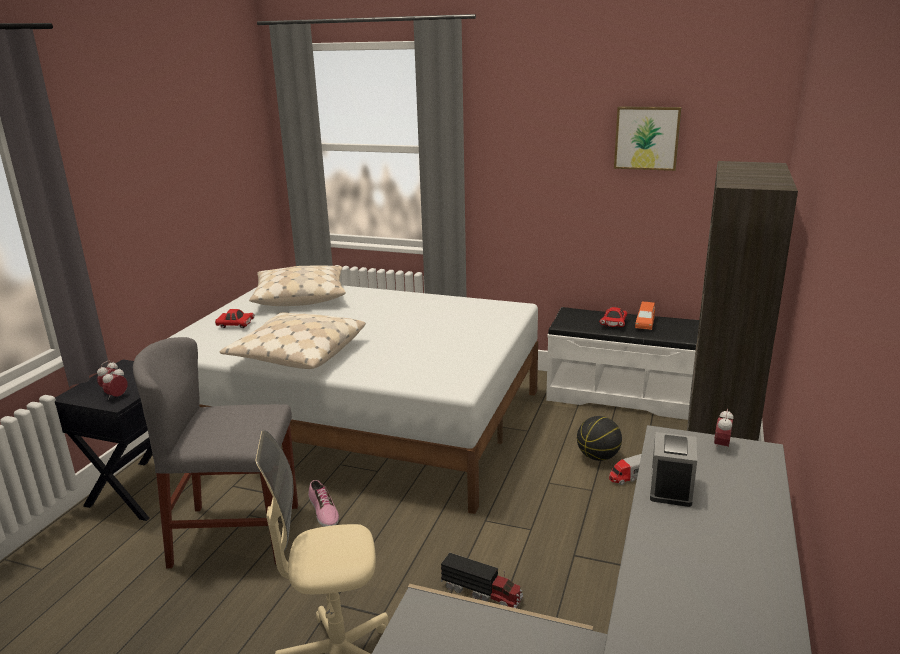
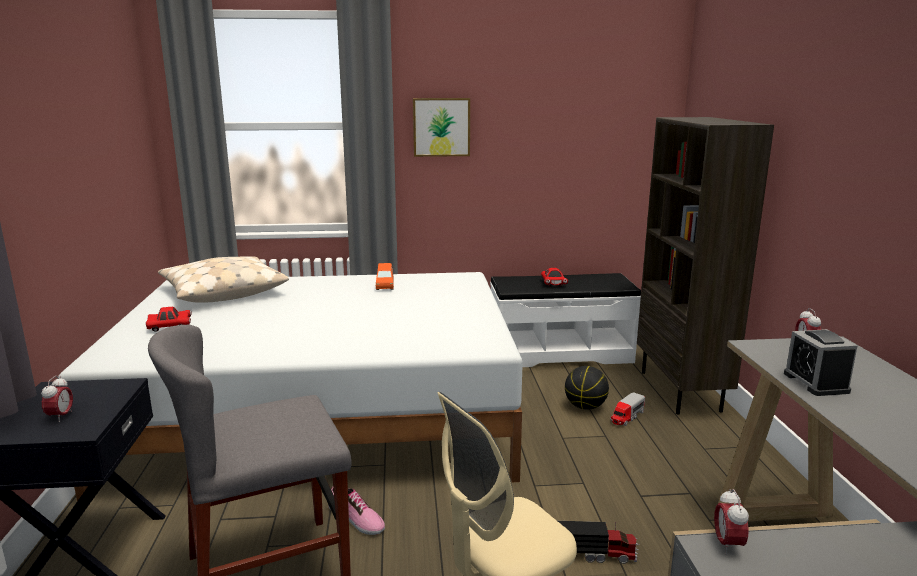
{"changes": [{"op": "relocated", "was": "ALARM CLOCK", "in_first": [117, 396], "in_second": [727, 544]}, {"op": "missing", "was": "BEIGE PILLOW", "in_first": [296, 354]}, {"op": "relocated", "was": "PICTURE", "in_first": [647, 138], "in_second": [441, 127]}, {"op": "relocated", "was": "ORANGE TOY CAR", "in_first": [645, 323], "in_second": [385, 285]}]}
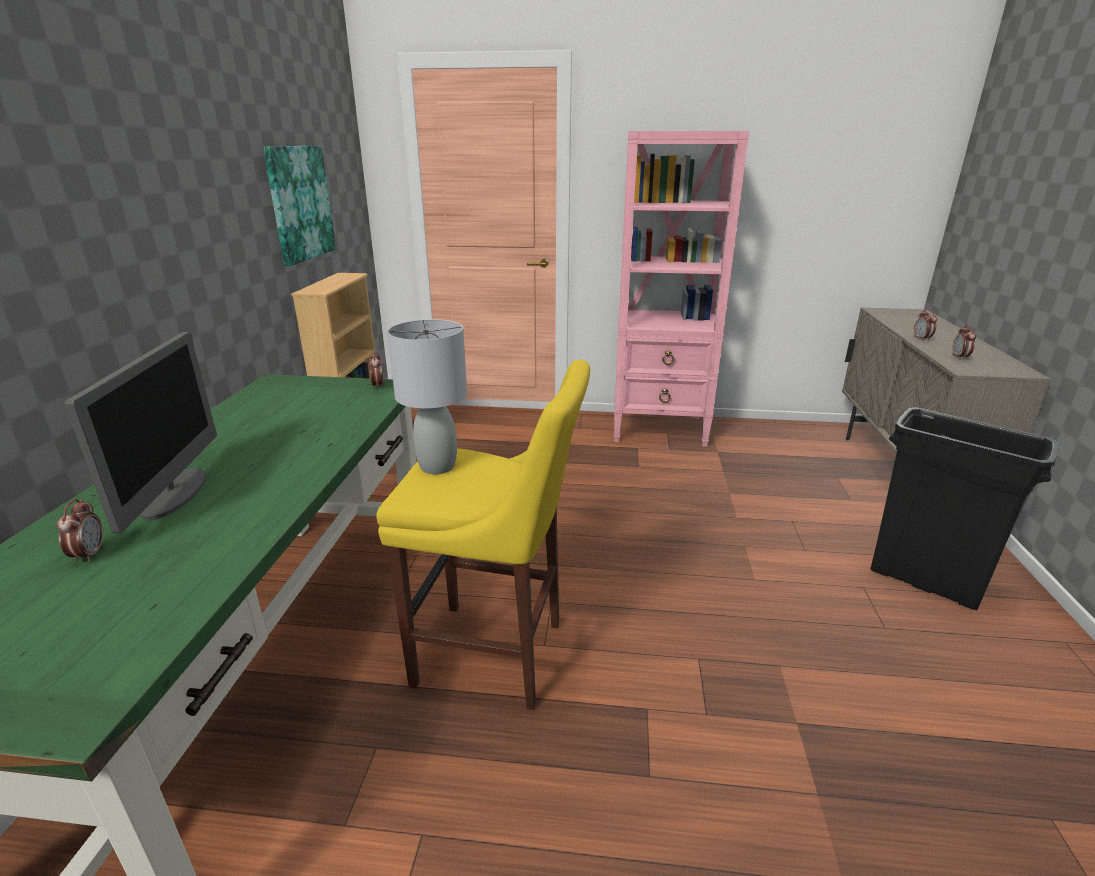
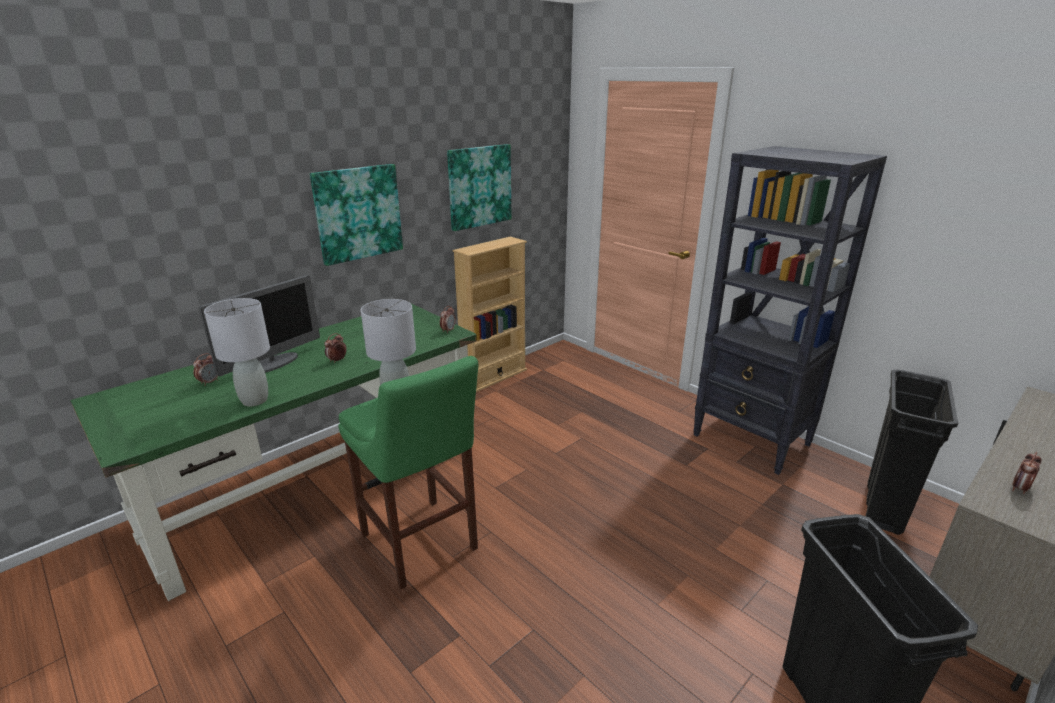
{"changes": [{"op": "colour", "was": "YELLOW STOOL", "now": "GREEN STOOL", "in_first": [497, 655], "in_second": [421, 545]}, {"op": "colour", "was": "PINK BOOKCASE", "now": "BLACK BOOKCASE", "in_first": [659, 429], "in_second": [752, 440]}, {"op": "relocated", "was": "ALARM CLOCK", "in_first": [921, 339], "in_second": [337, 360]}, {"op": "appeared", "now": "GREY TABLE LAMP", "in_second": [254, 400]}, {"op": "appeared", "now": "PICTURE", "in_second": [358, 213]}, {"op": "appeared", "now": "BLACK TRASH CAN", "in_second": [883, 508]}]}
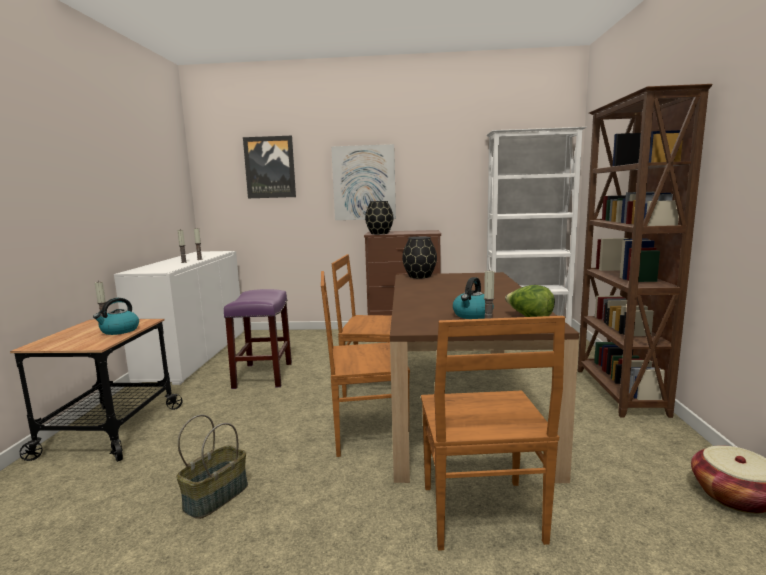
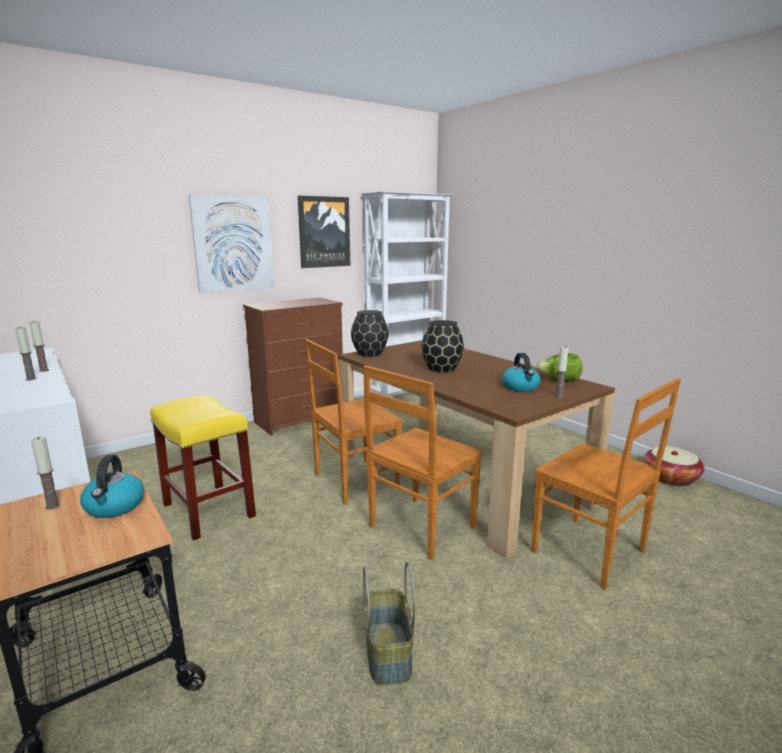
{"changes": [{"op": "colour", "was": "PURPLE STOOL", "now": "YELLOW STOOL", "in_first": [263, 375], "in_second": [209, 511]}, {"op": "relocated", "was": "PICTURE", "in_first": [270, 167], "in_second": [324, 232]}, {"op": "relocated", "was": "BLACK VASE", "in_first": [379, 233], "in_second": [442, 369]}, {"op": "missing", "was": "BROWN BOOKCASE", "in_first": [618, 392]}]}
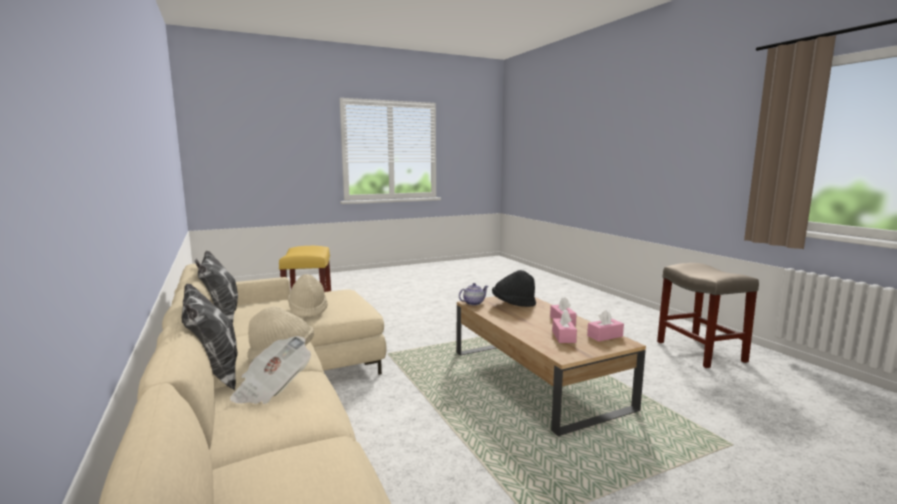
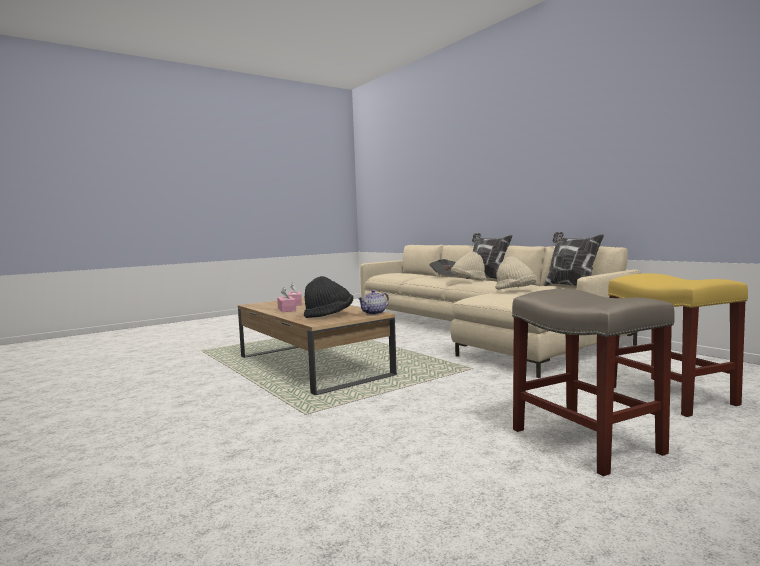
{"changes": [{"op": "missing", "was": "PINK TISSUE BOX", "in_first": [605, 336]}, {"op": "relocated", "was": "BEIGE STOOL", "in_first": [699, 351], "in_second": [587, 441]}]}
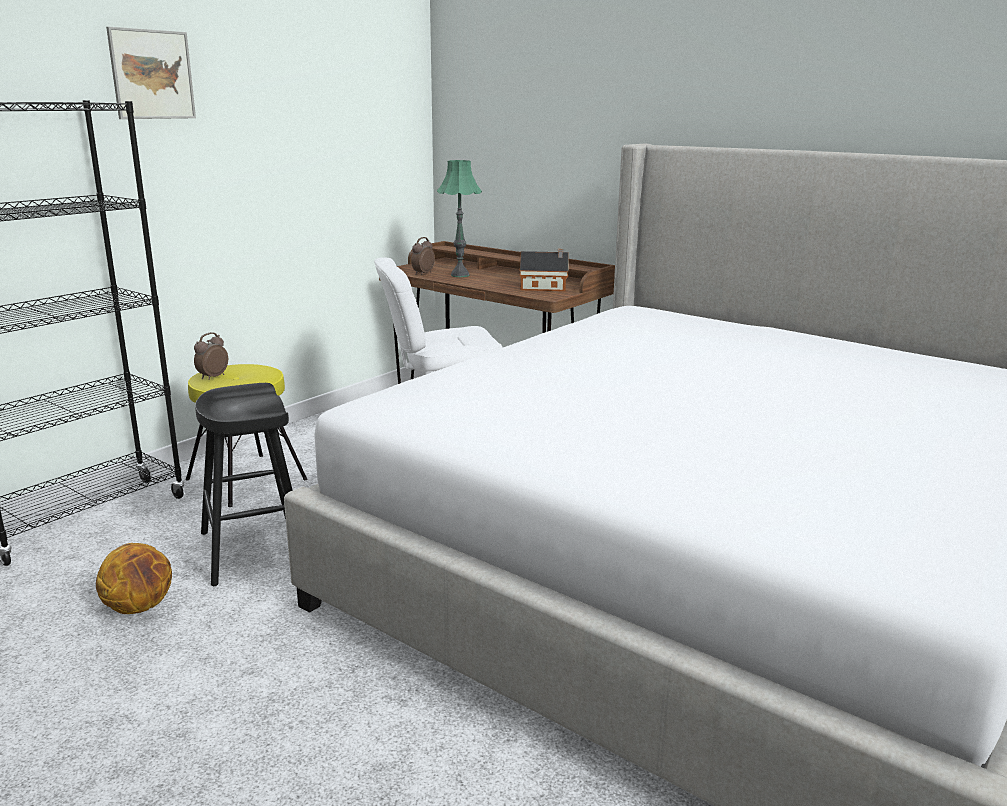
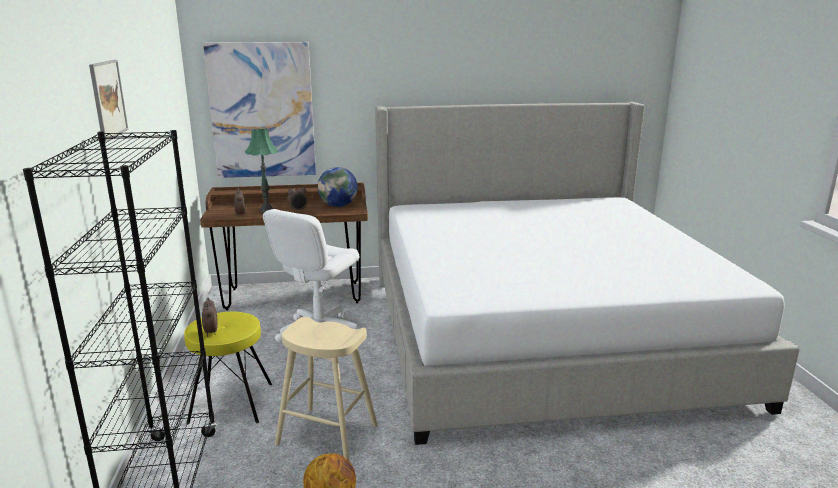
{"changes": [{"op": "colour", "was": "BLACK STOOL", "now": "BEIGE STOOL", "in_first": [254, 550], "in_second": [327, 435]}, {"op": "exchanged", "was": "TOY HOUSE", "now": "GLOBE", "in_first": [545, 287], "in_second": [338, 206]}, {"op": "appeared", "now": "PICTURE", "in_second": [262, 111]}, {"op": "appeared", "now": "ALARM CLOCK", "in_second": [298, 210]}]}
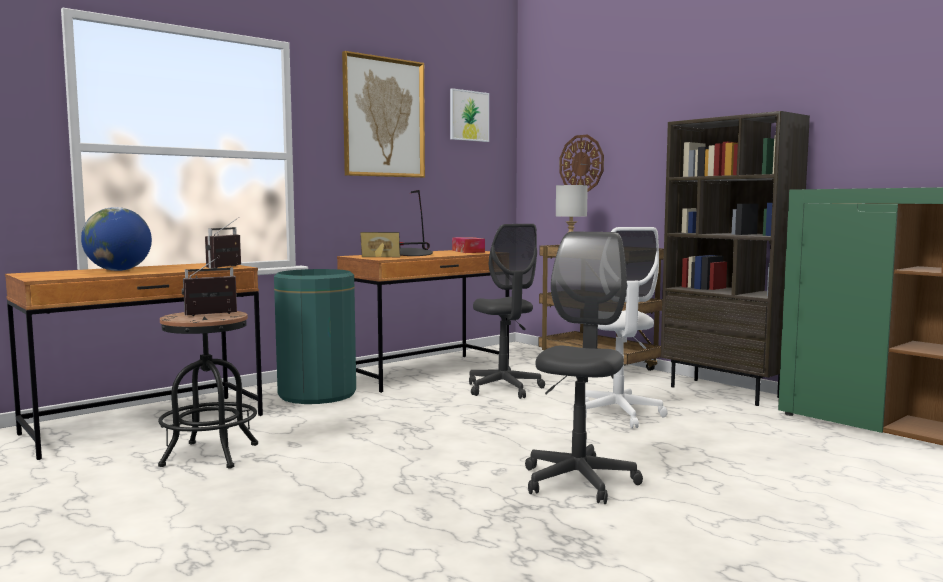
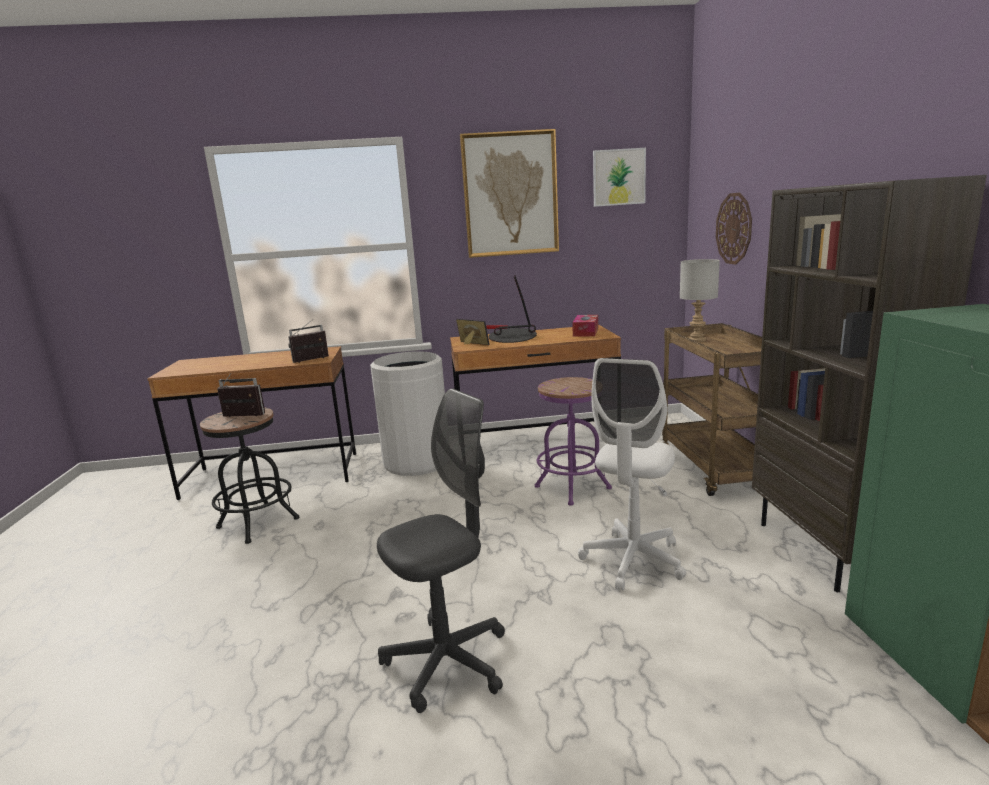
{"changes": [{"op": "missing", "was": "GLOBE", "in_first": [119, 270]}, {"op": "colour", "was": "GREEN TRASH CAN", "now": "WHITE TRASH CAN", "in_first": [317, 394], "in_second": [417, 462]}, {"op": "exchanged", "was": "GREY OFFICE CHAIR", "now": "PURPLE STOOL", "in_first": [504, 389], "in_second": [572, 487]}]}
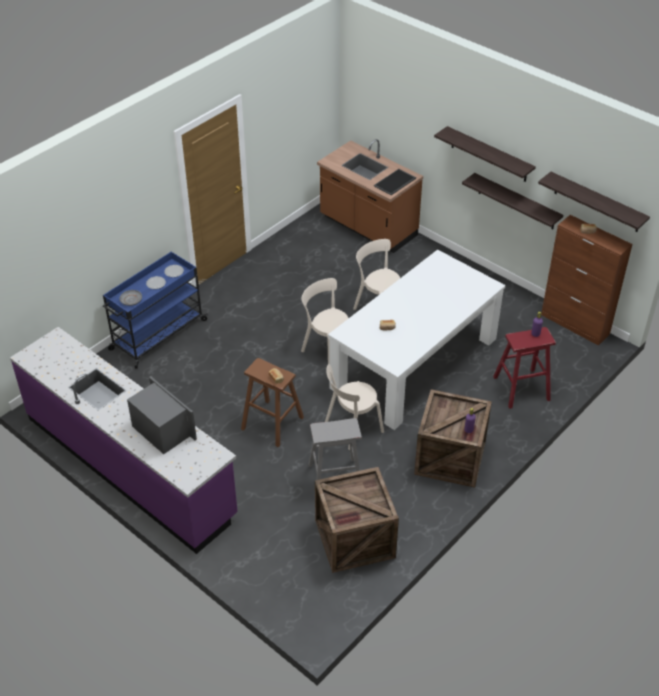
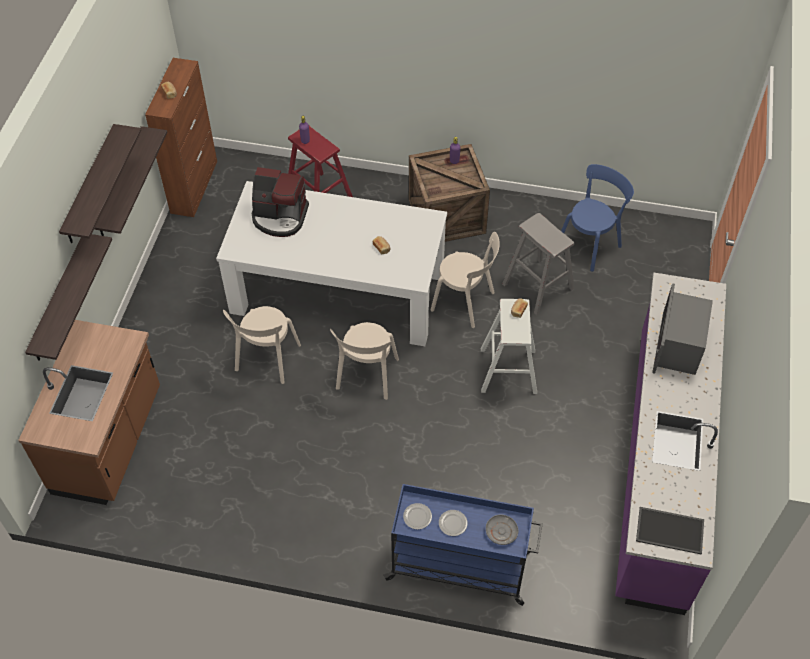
{"changes": [{"op": "colour", "was": "BROWN STOOL", "now": "WHITE STOOL", "in_first": [272, 423], "in_second": [508, 371]}, {"op": "exchanged", "was": "CRATE", "now": "BLUE CHAIR", "in_first": [354, 540], "in_second": [590, 244]}, {"op": "relocated", "was": "TRAY", "in_first": [395, 182], "in_second": [670, 530]}, {"op": "relocated", "was": "SHELF", "in_first": [597, 202], "in_second": [59, 299]}, {"op": "appeared", "now": "COFFEE MACHINE", "in_second": [280, 217]}]}
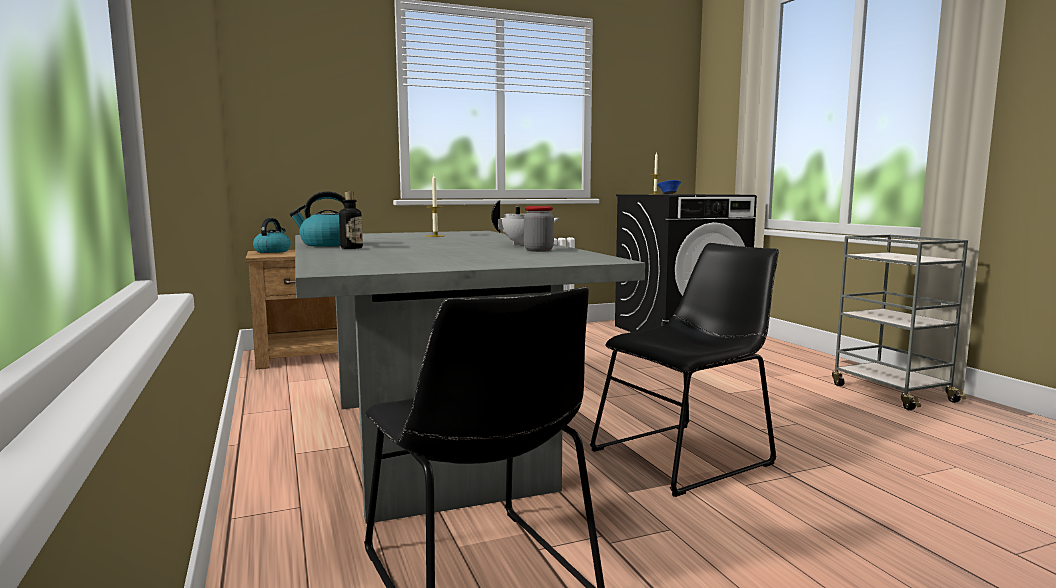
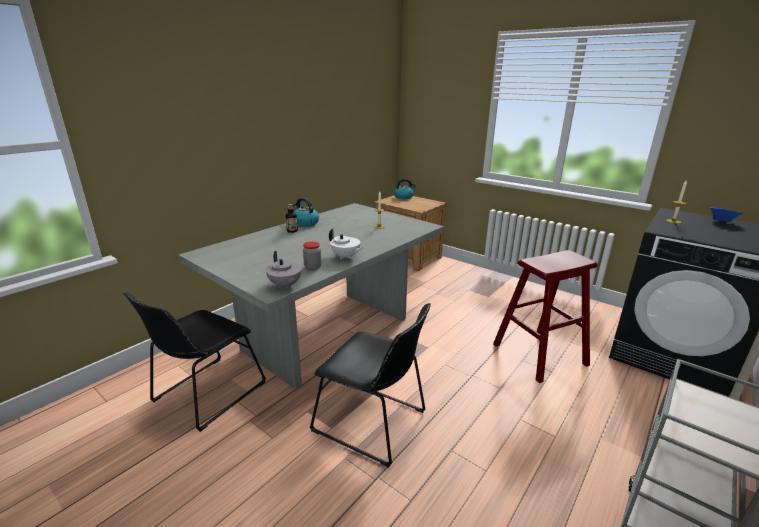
{"changes": [{"op": "appeared", "now": "GREY TEAPOT", "in_second": [285, 286]}, {"op": "appeared", "now": "RED STOOL", "in_second": [539, 354]}]}
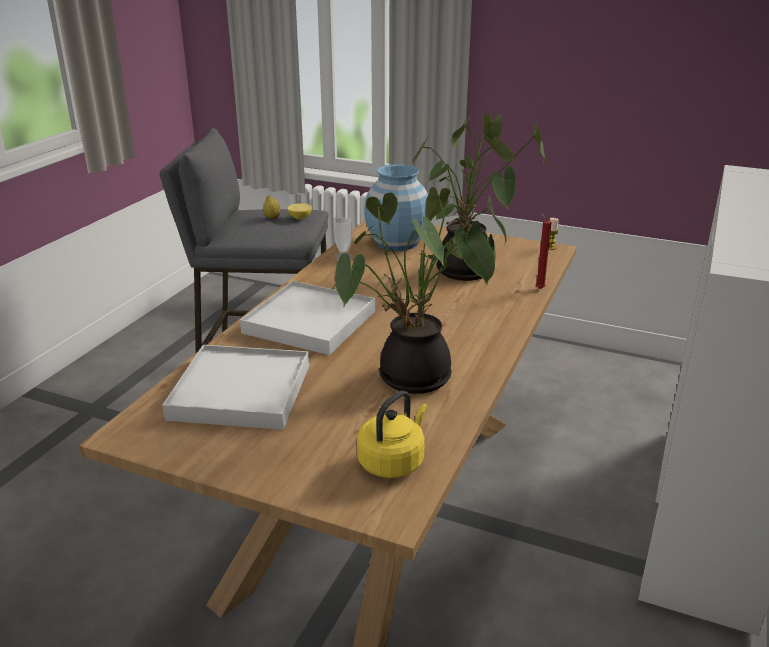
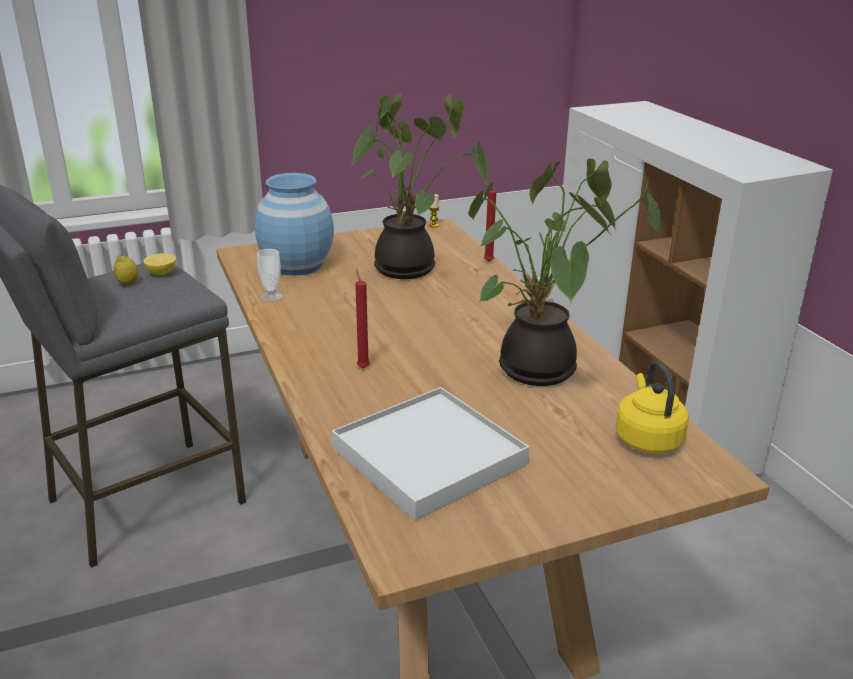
{"changes": [{"op": "exchanged", "was": "WHITE TRAY", "now": "RED CANDLE", "in_first": [310, 322], "in_second": [362, 367]}]}
